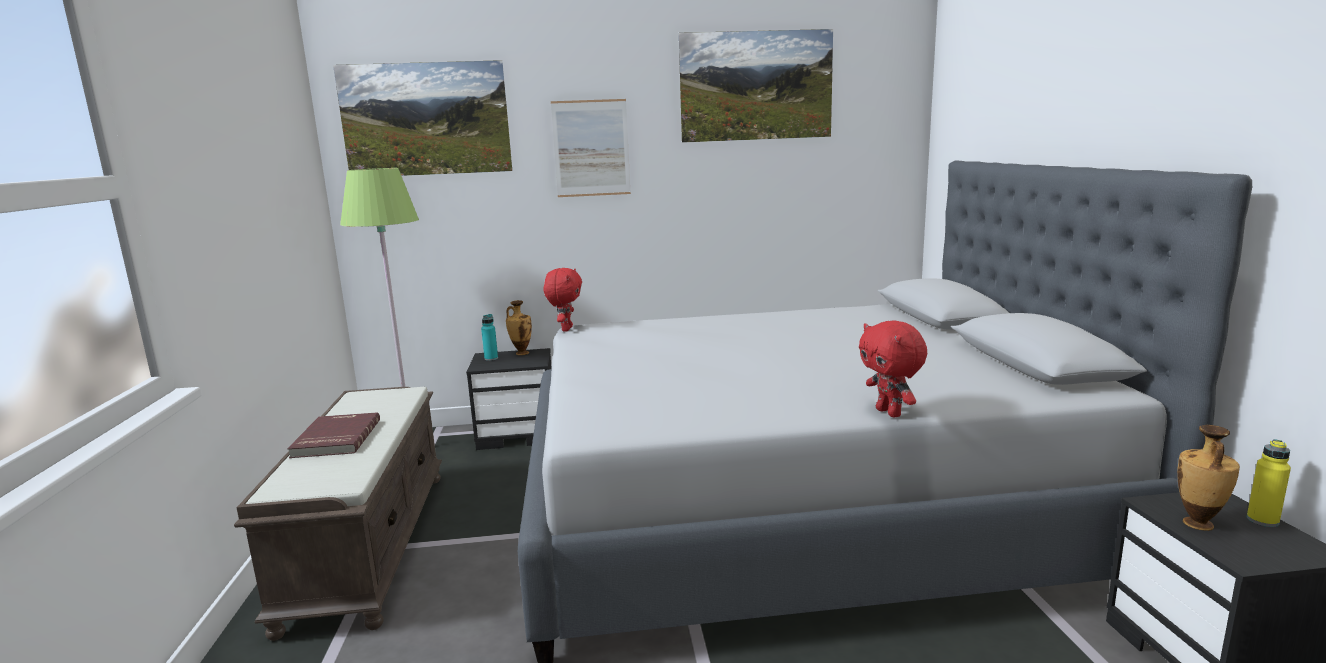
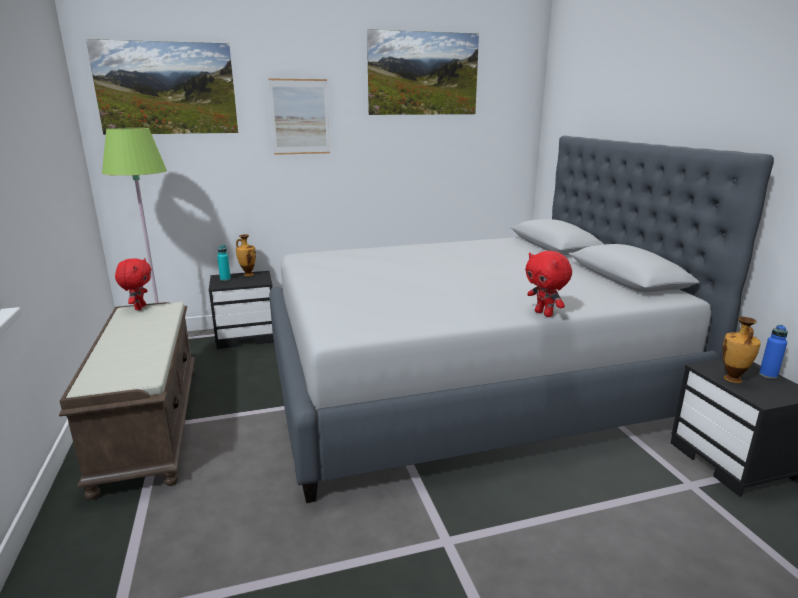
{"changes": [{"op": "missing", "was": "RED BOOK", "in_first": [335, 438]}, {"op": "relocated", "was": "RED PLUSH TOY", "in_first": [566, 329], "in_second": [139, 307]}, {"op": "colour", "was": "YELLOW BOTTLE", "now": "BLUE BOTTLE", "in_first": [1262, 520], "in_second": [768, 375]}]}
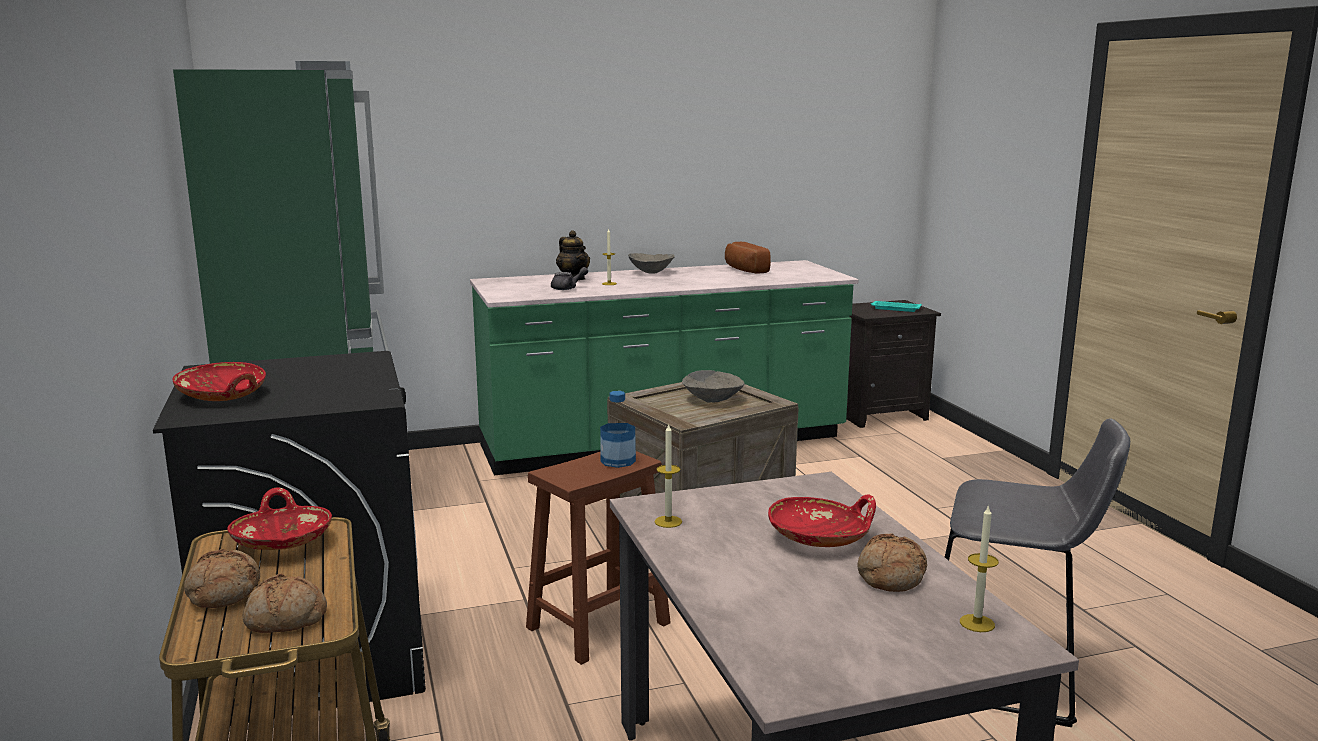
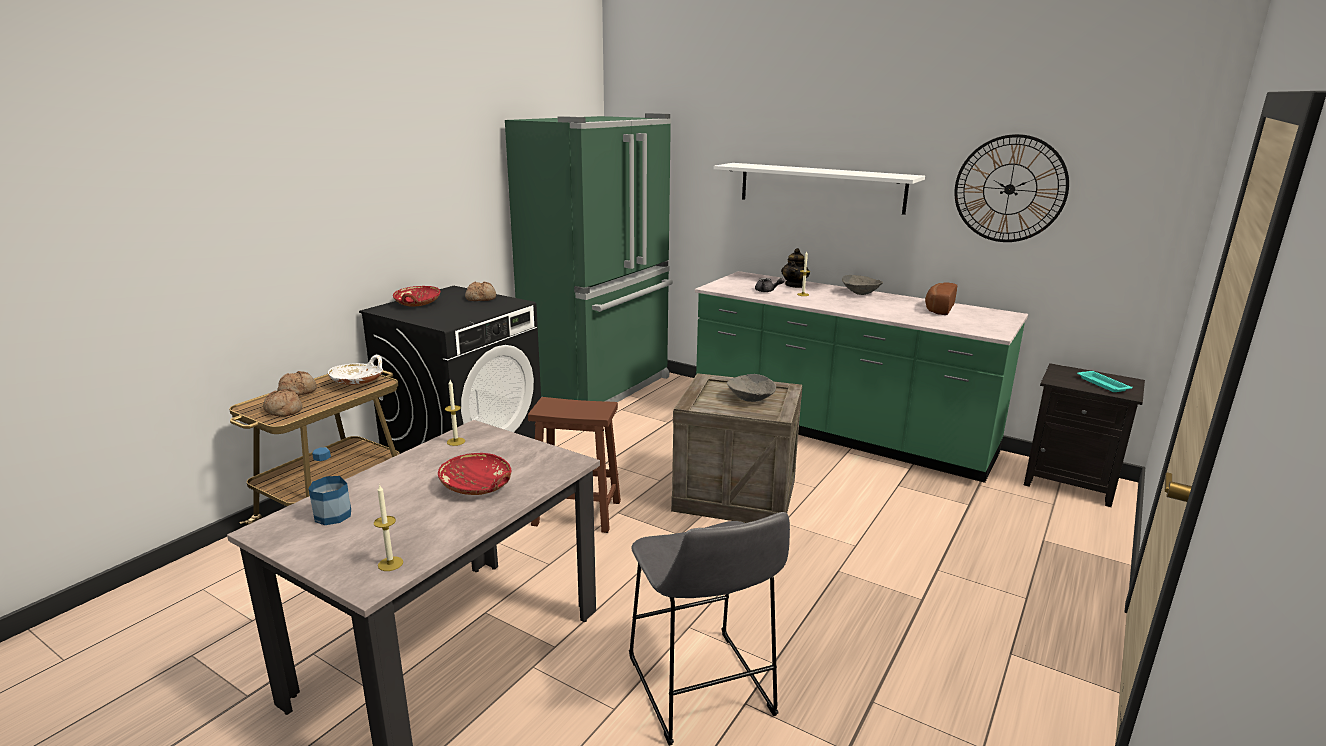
{"changes": [{"op": "colour", "was": "RED BOWL", "now": "WHITE BOWL", "in_first": [282, 541], "in_second": [358, 381]}, {"op": "relocated", "was": "BOTTLE", "in_first": [618, 461], "in_second": [333, 515]}, {"op": "relocated", "was": "BREAD", "in_first": [889, 576], "in_second": [481, 298]}, {"op": "appeared", "now": "WHITE SHELF", "in_second": [820, 187]}, {"op": "appeared", "now": "WALL CLOCK", "in_second": [1009, 189]}]}
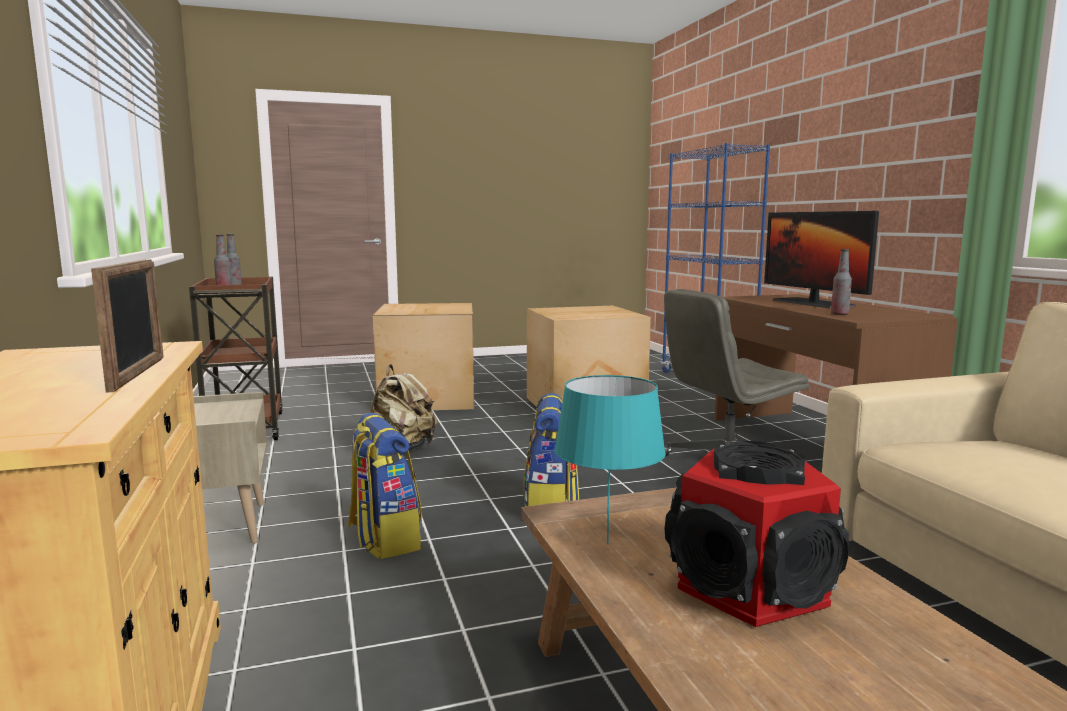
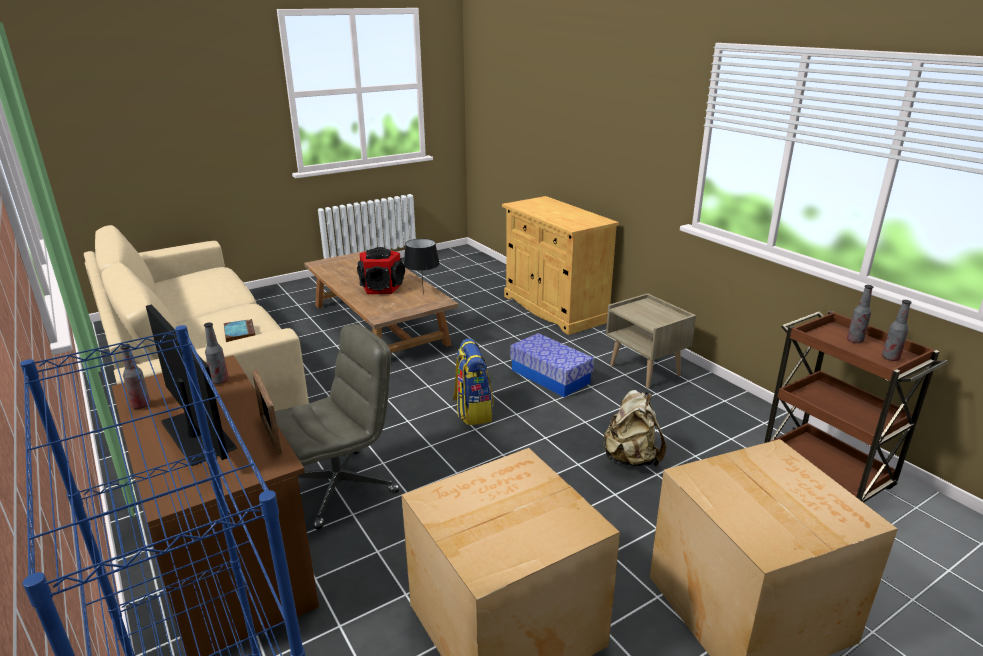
{"changes": [{"op": "relocated", "was": "PICTURE FRAME", "in_first": [138, 374], "in_second": [270, 434]}, {"op": "exchanged", "was": "BACKPACK", "now": "STORAGE BOX", "in_first": [384, 539], "in_second": [550, 376]}, {"op": "colour", "was": "TURQUOISE TABLE LAMP", "now": "BLACK TABLE LAMP", "in_first": [607, 544], "in_second": [423, 294]}, {"op": "appeared", "now": "BOTTLE", "in_second": [141, 405]}, {"op": "appeared", "now": "BOOK", "in_second": [239, 334]}]}
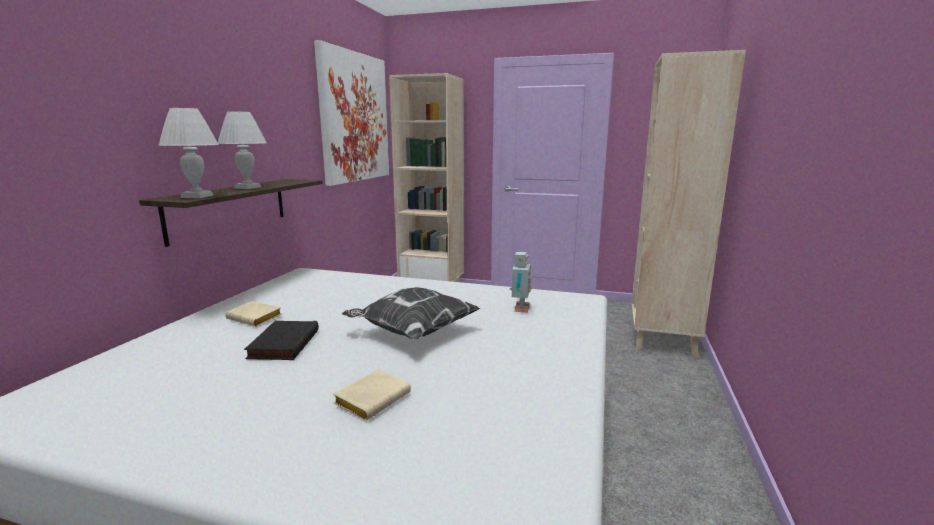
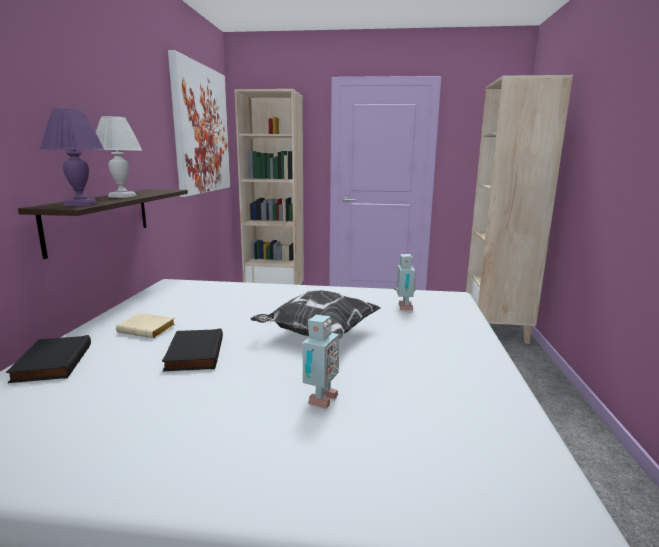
{"changes": [{"op": "colour", "was": "WHITE TABLE LAMP", "now": "PURPLE TABLE LAMP", "in_first": [197, 196], "in_second": [81, 204]}, {"op": "exchanged", "was": "BEIGE BOOK", "now": "TOY ROBOT", "in_first": [373, 398], "in_second": [320, 400]}, {"op": "appeared", "now": "BLACK BOOK", "in_second": [51, 362]}]}
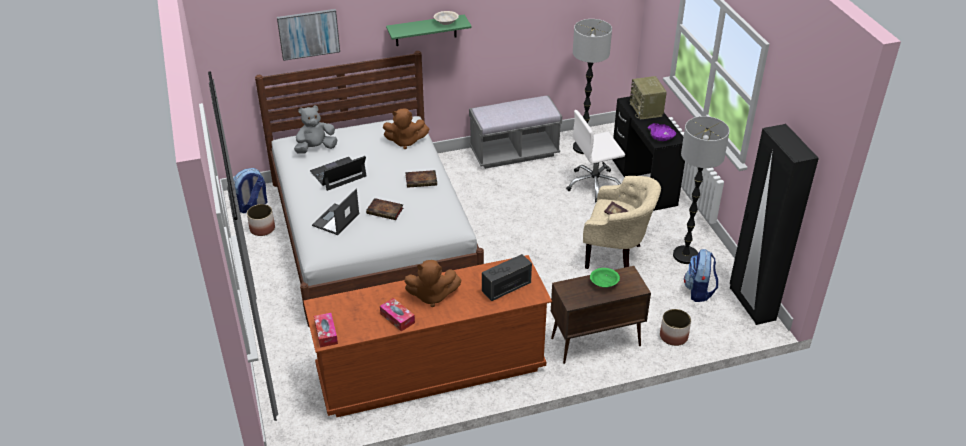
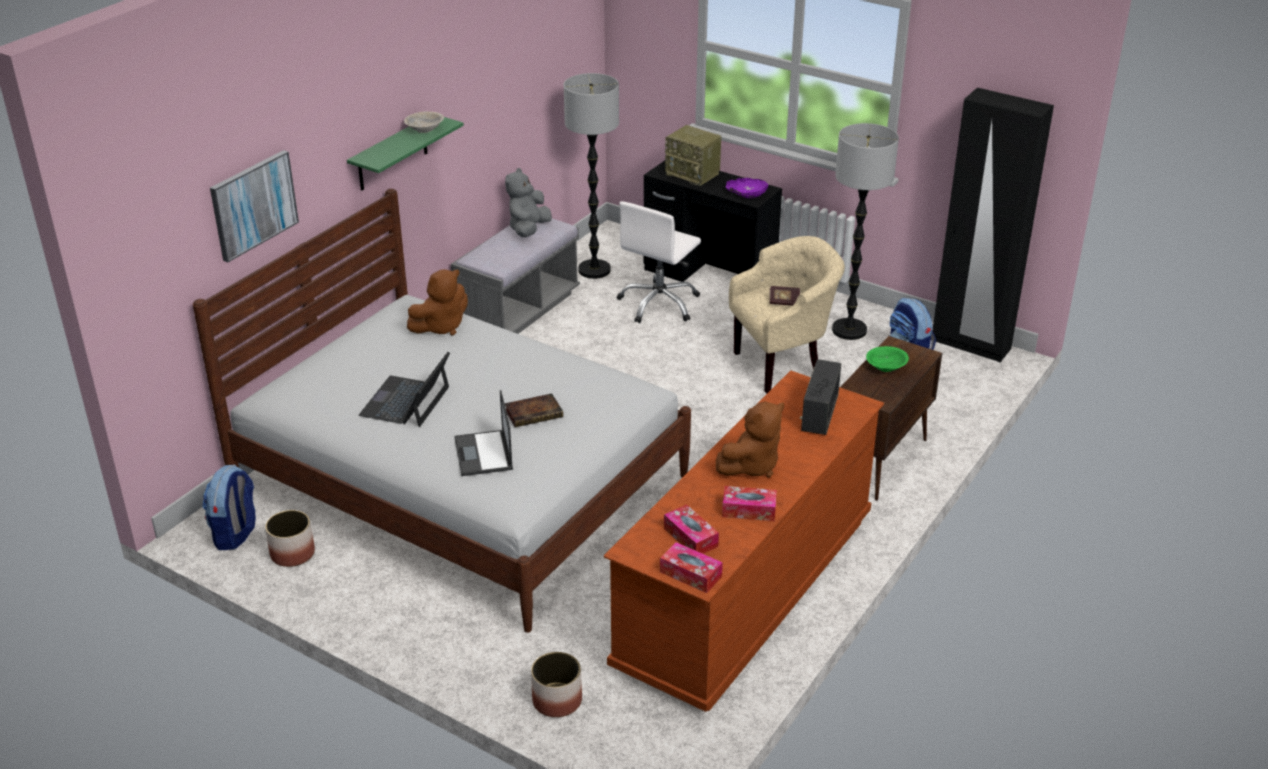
{"changes": [{"op": "relocated", "was": "GREY PLUSH TOY", "in_first": [316, 148], "in_second": [528, 229]}, {"op": "missing", "was": "BOOK", "in_first": [422, 180]}, {"op": "relocated", "was": "PLANTER", "in_first": [673, 336], "in_second": [557, 700]}, {"op": "appeared", "now": "TISSUE BOX", "in_second": [690, 537]}]}
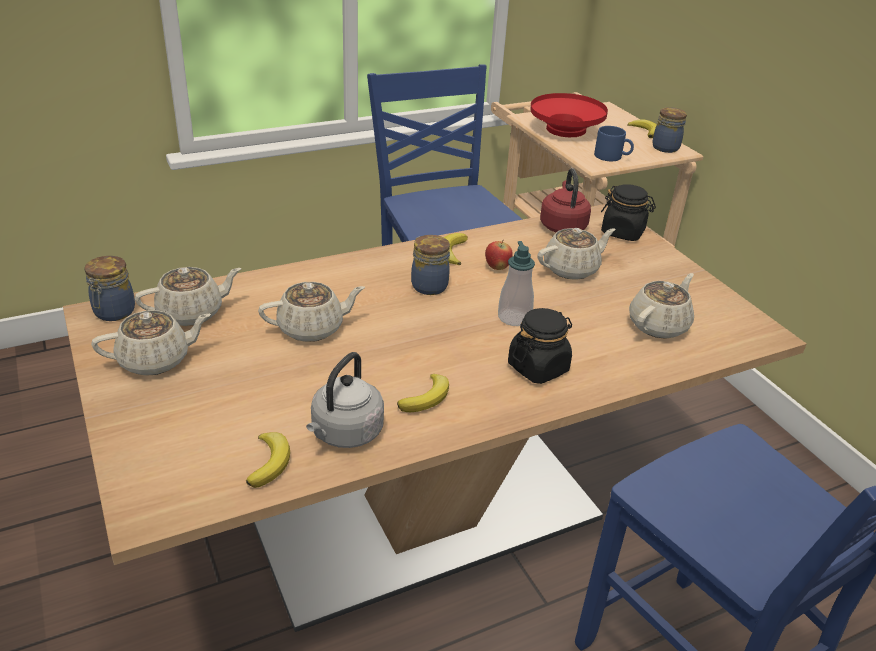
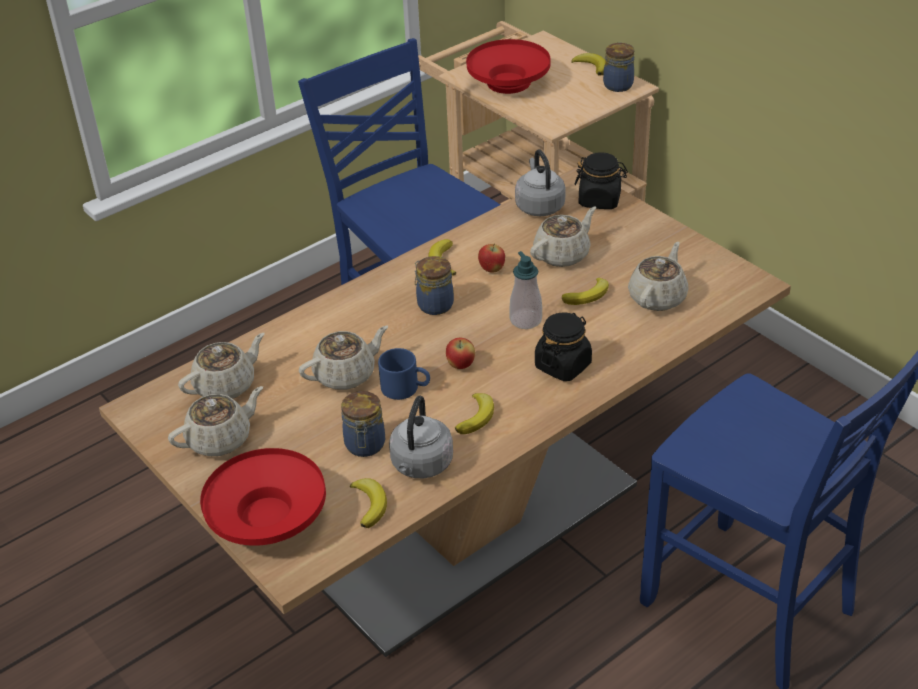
{"changes": [{"op": "relocated", "was": "JAR", "in_first": [113, 312], "in_second": [365, 446]}, {"op": "colour", "was": "RED KETTLE", "now": "GREY KETTLE", "in_first": [562, 226], "in_second": [539, 205]}, {"op": "relocated", "was": "BLUE MUG", "in_first": [612, 157], "in_second": [406, 388]}, {"op": "appeared", "now": "RED BOWL", "in_second": [267, 519]}, {"op": "appeared", "now": "APPLE", "in_second": [461, 365]}, {"op": "appeared", "now": "BANANA", "in_second": [588, 295]}]}
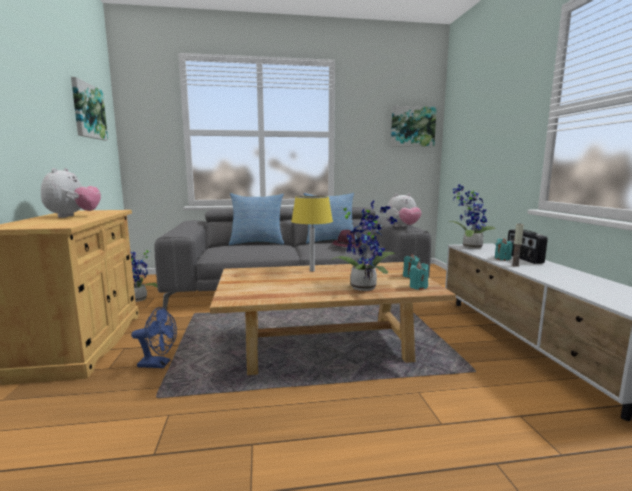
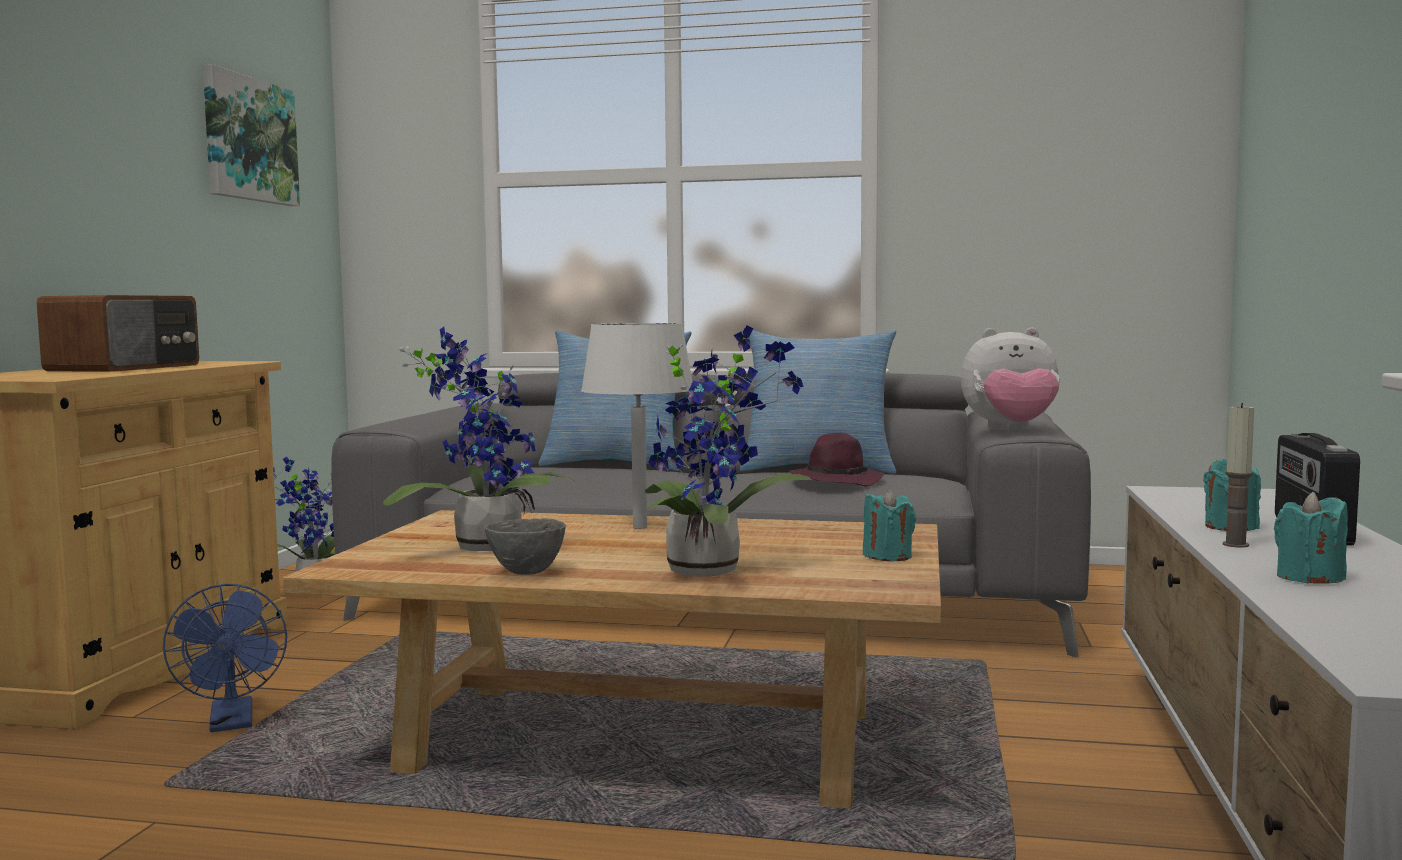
{"changes": [{"op": "exchanged", "was": "PLUSH TOY", "now": "RADIO", "in_first": [73, 216], "in_second": [127, 368]}, {"op": "spun", "was": "BLUE FAN", "in_first": [159, 364], "in_second": [232, 723], "clockwise": 45}, {"op": "colour", "was": "YELLOW TABLE LAMP", "now": "WHITE TABLE LAMP", "in_first": [312, 271], "in_second": [639, 527]}, {"op": "missing", "was": "PICTURE", "in_first": [412, 127]}, {"op": "relocated", "was": "TURQUOISE CANDLE", "in_first": [418, 287], "in_second": [1309, 578]}, {"op": "relocated", "was": "POTTED PLANT", "in_first": [469, 247], "in_second": [484, 545]}, {"op": "appeared", "now": "GREY BOWL", "in_second": [526, 572]}]}
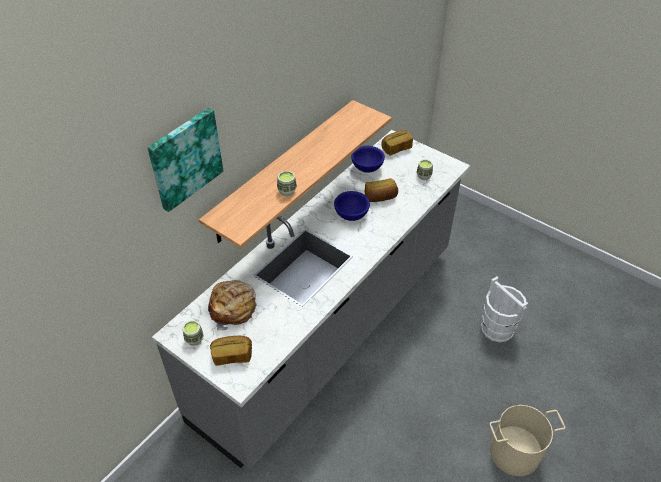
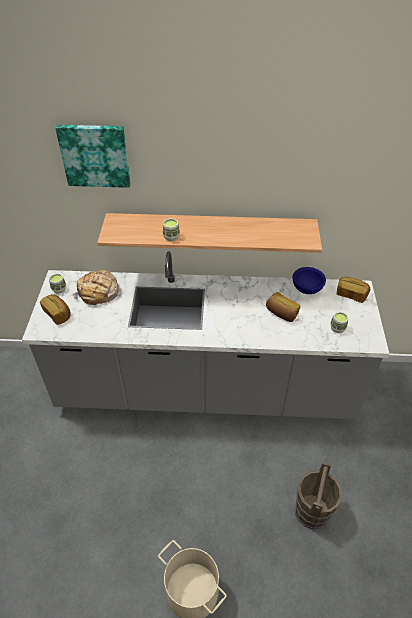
{"changes": [{"op": "missing", "was": "BLUE BOWL", "in_first": [351, 215]}, {"op": "colour", "was": "WHITE BUCKET", "now": "BROWN BUCKET", "in_first": [497, 328], "in_second": [312, 511]}]}
